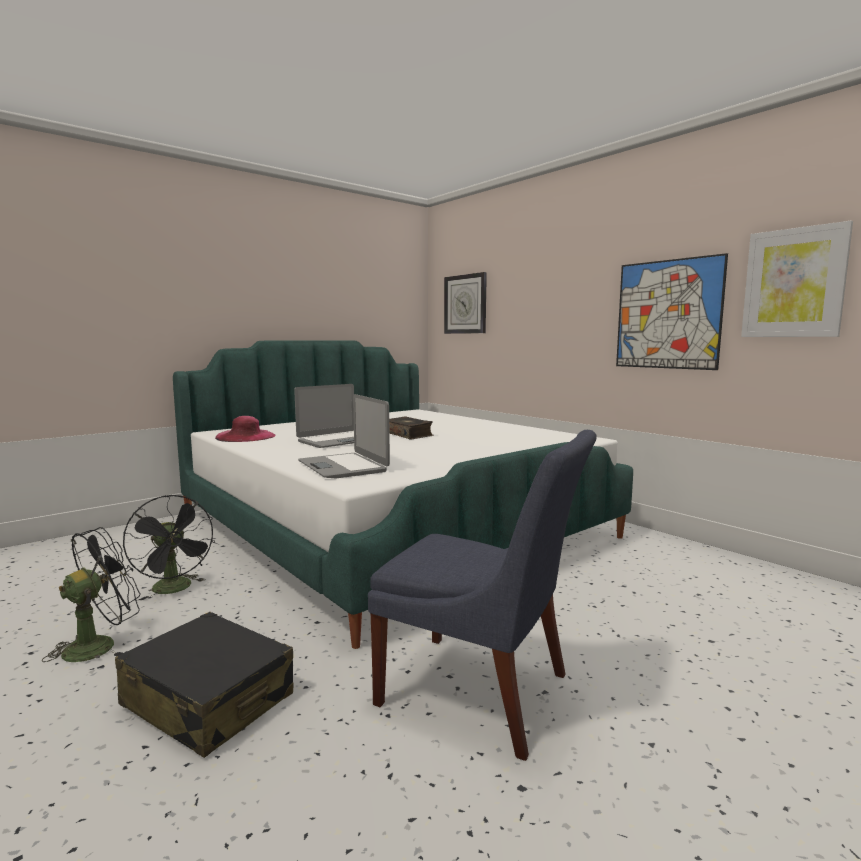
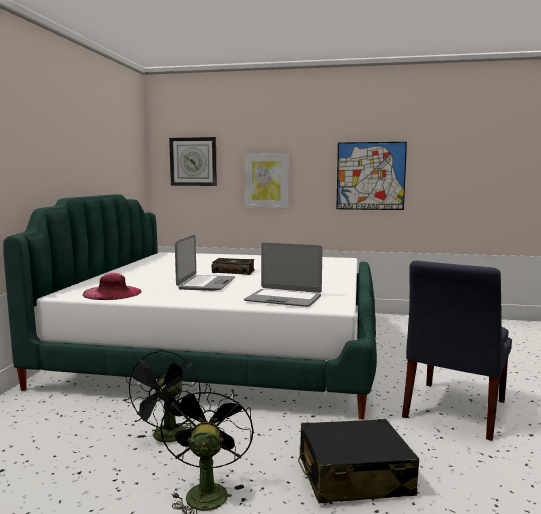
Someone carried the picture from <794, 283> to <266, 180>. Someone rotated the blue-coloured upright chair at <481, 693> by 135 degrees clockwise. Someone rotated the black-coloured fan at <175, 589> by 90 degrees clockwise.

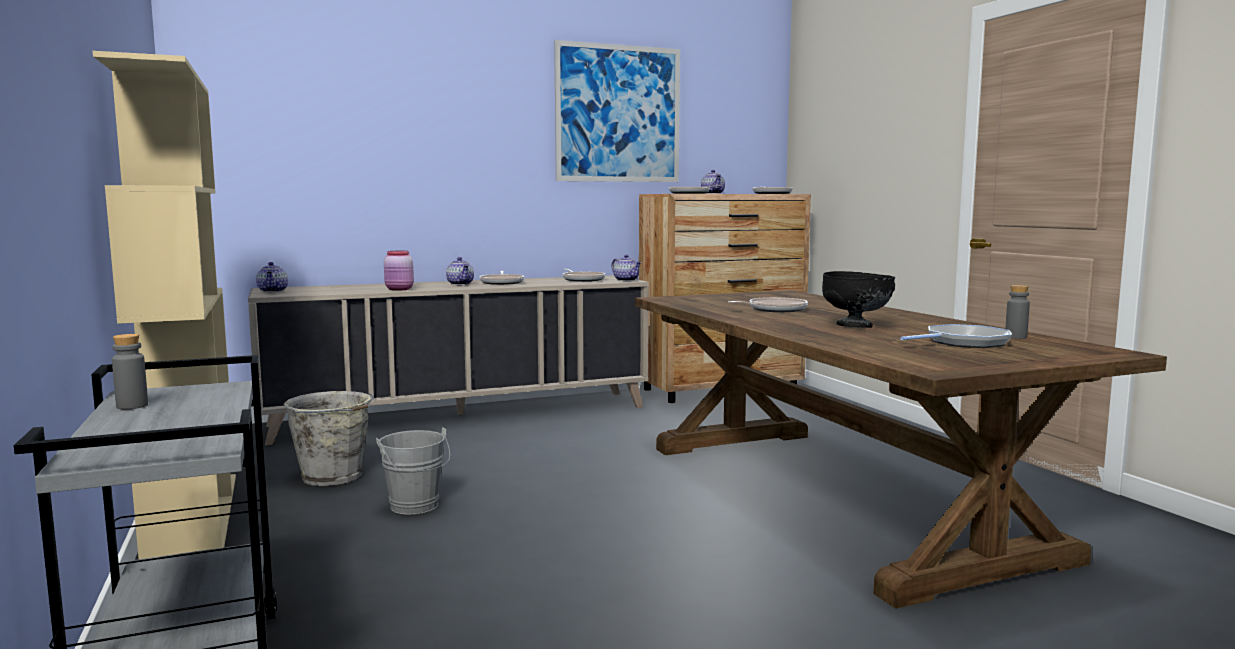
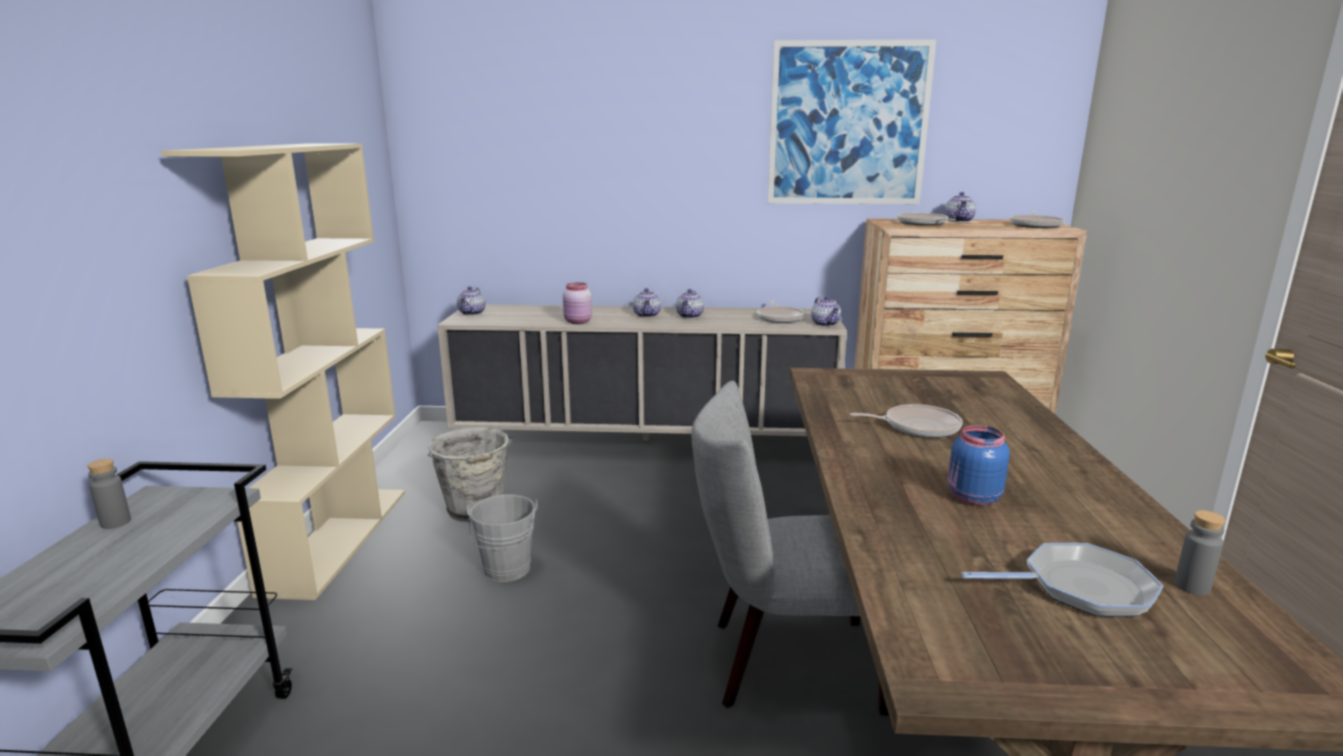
Someone swapped the frying pan at <502, 282> for the pot for tea at <690, 316>. Someone swapped the black-coloured deep dish at <855, 326> for the blue-coloured jar at <972, 498>. Someone put down the gray upright chair at <783, 663>.

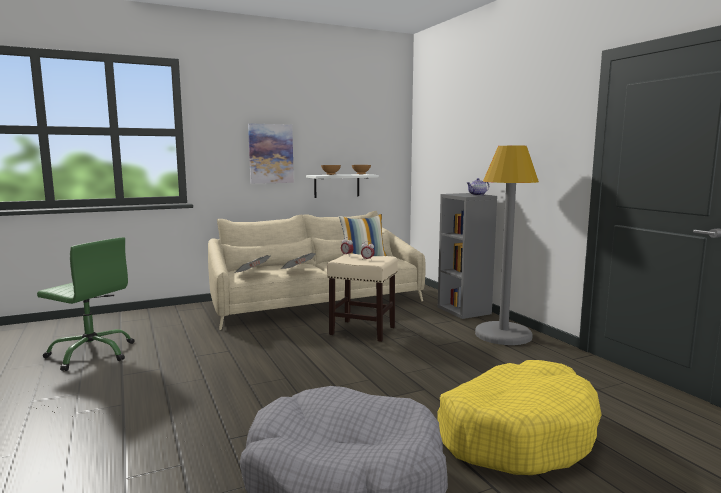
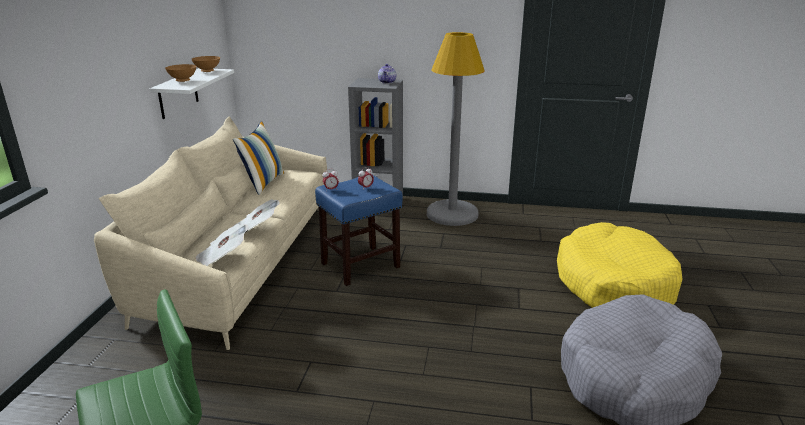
Someone took away the picture at <271, 153>. Someone repainted the beige stool seat at <363, 330>, which became the blue-coloured stool seat at <361, 265>.

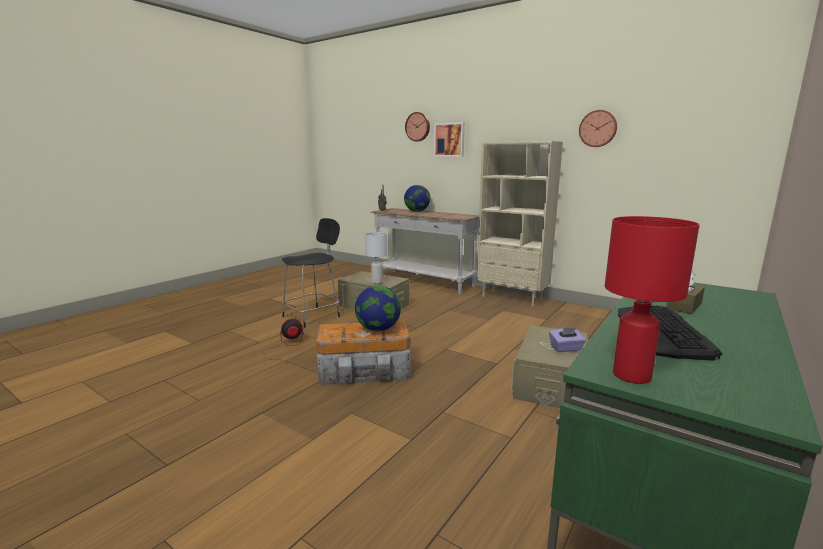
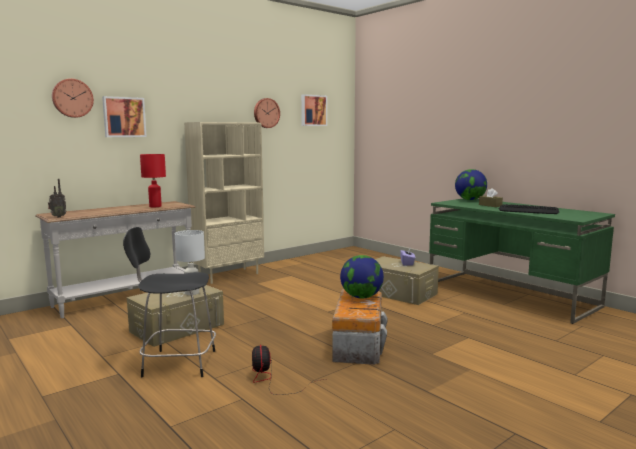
Someone carried the desk globe from <417, 211> to <470, 200>. Someone carried the red-coloured table lamp from <631, 375> to <155, 206>. Someone rotated the black-coloured upright chair at <313, 316> by 60 degrees counterclockwise. Someone put up the picture at <313, 110>.

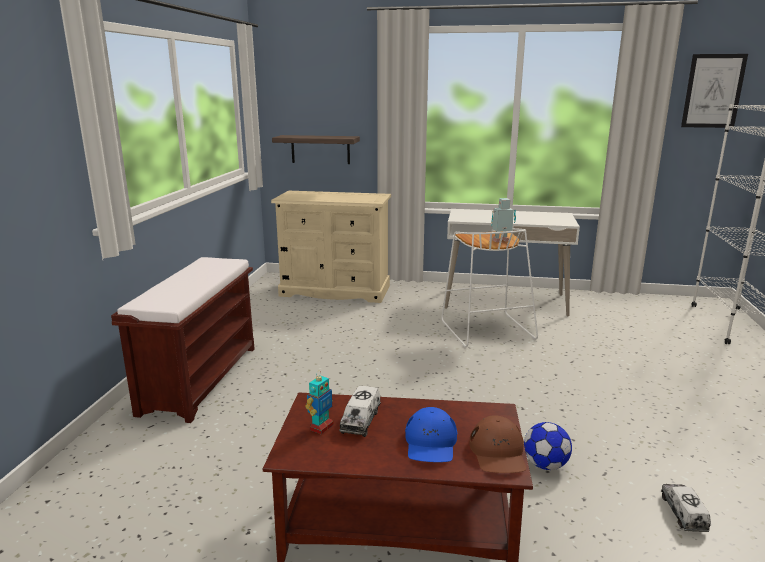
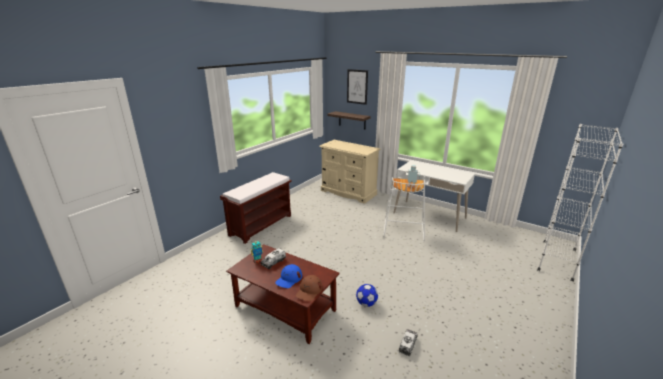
Someone carried the picture from <713, 91> to <357, 86>.

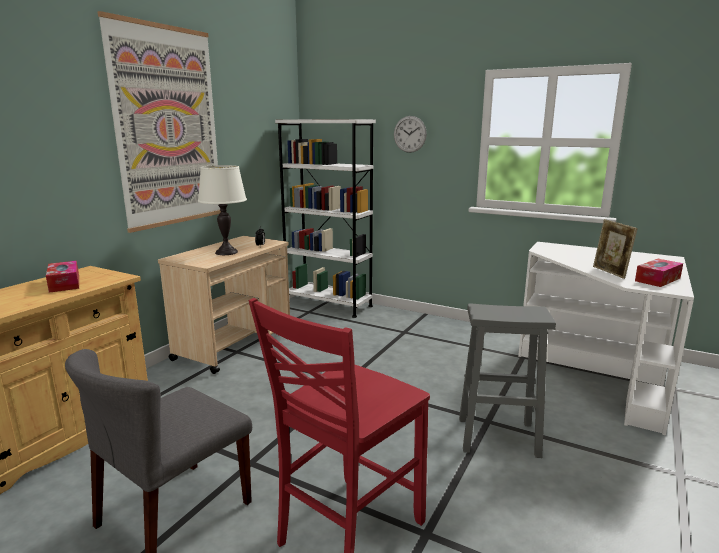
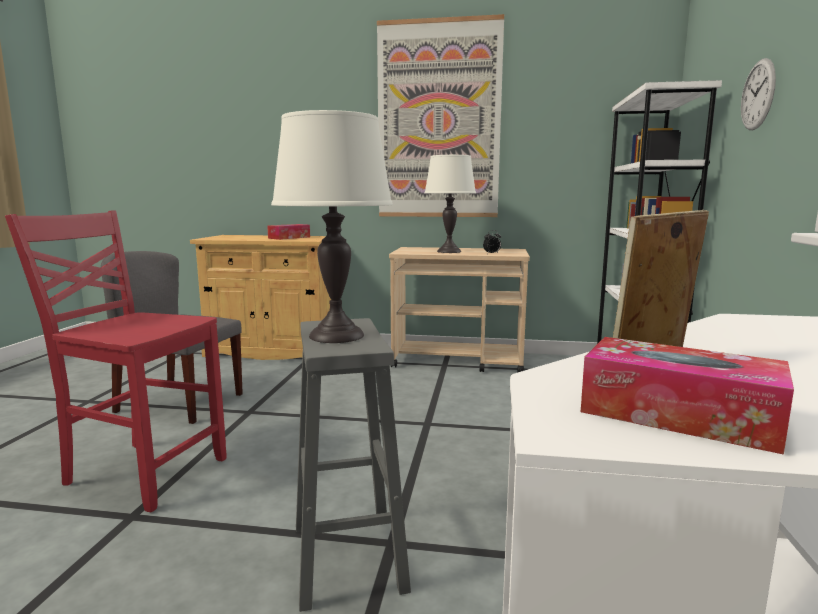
Someone put down the white table lamp at <336, 335>.

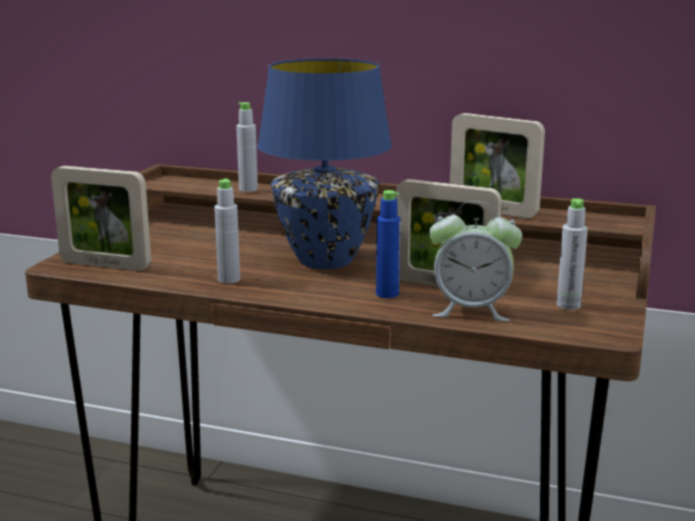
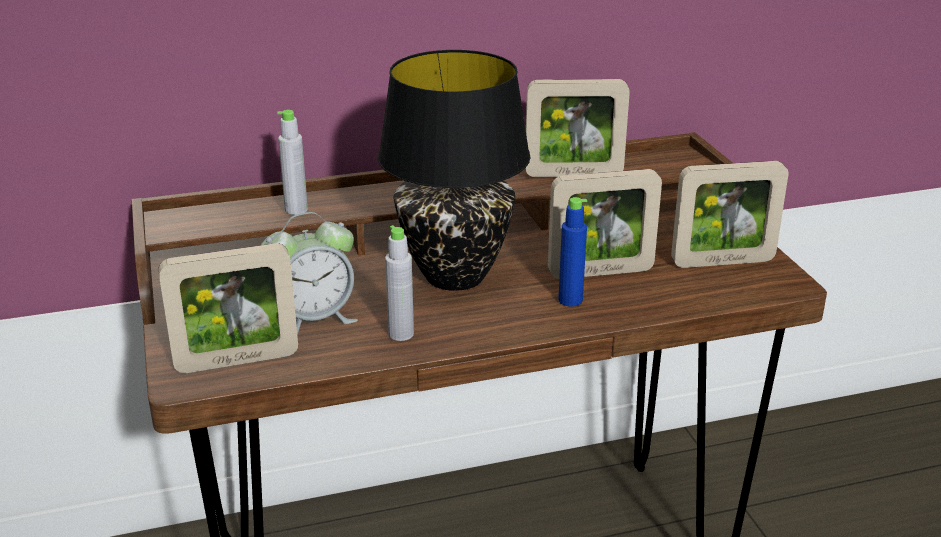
Someone repainted the blue-coloured table lamp at <324, 260>, which became the black-coloured table lamp at <453, 276>. Someone swapped the gray drink bottle at <568, 305> for the photo frame at <722, 262>. Someone carried the alarm clock from <471, 310> to <313, 319>.

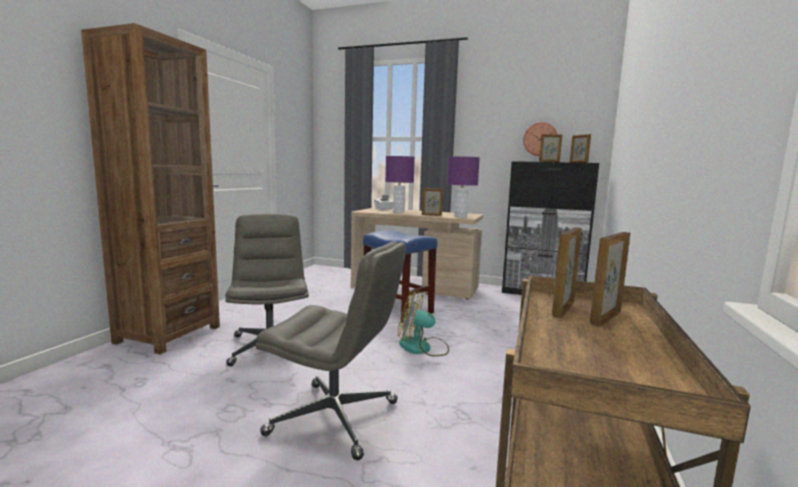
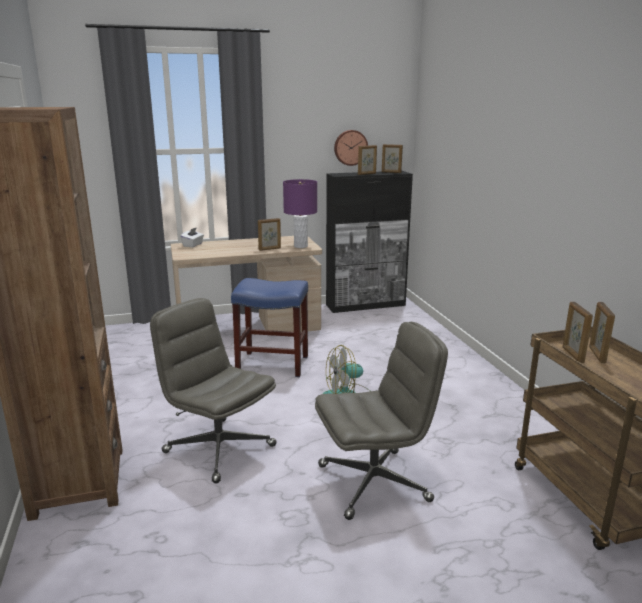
Someone took away the purplish table lamp at <398, 212>.

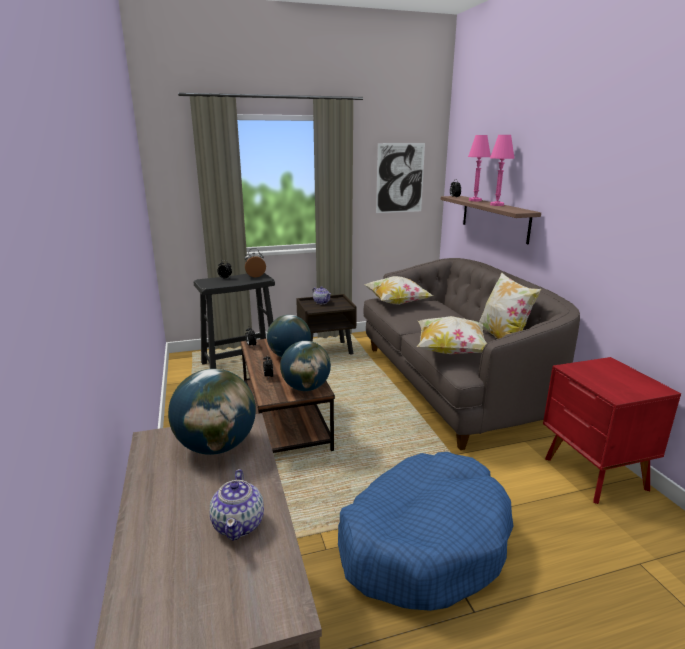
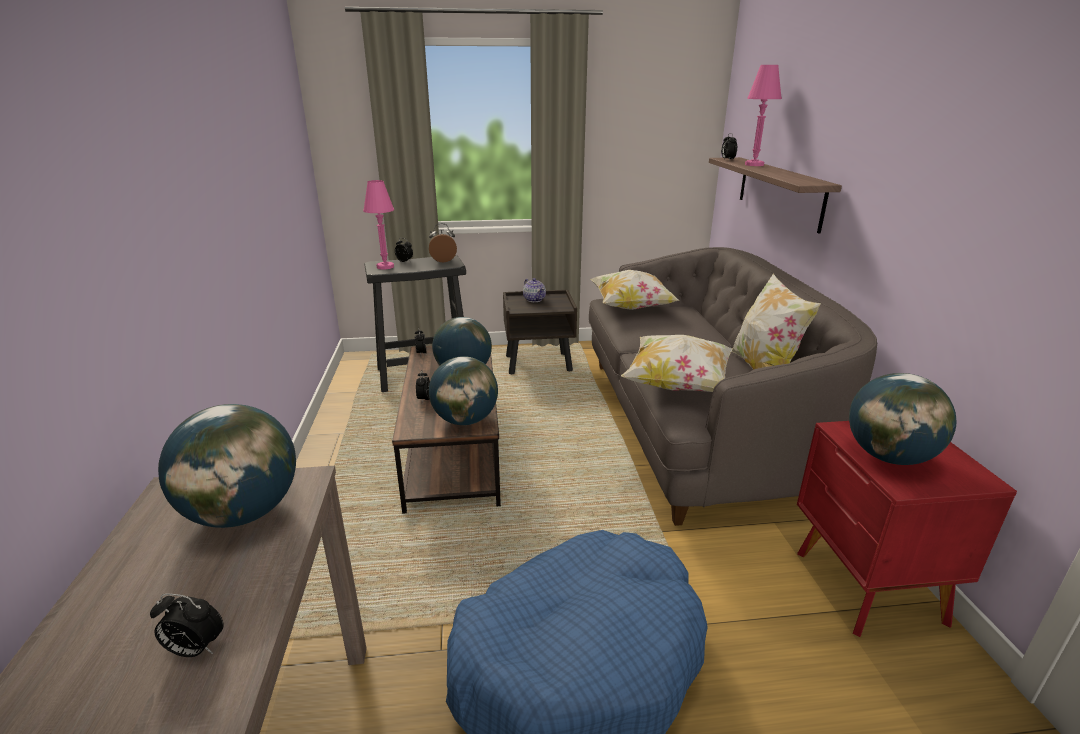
Someone carried the pink-coloured table lamp from <497, 205> to <385, 267>. Someone took away the picture at <400, 178>. Someone swapped the pot for tea at <239, 524> for the alarm clock at <195, 649>. Someone put down the desk globe at <888, 456>.

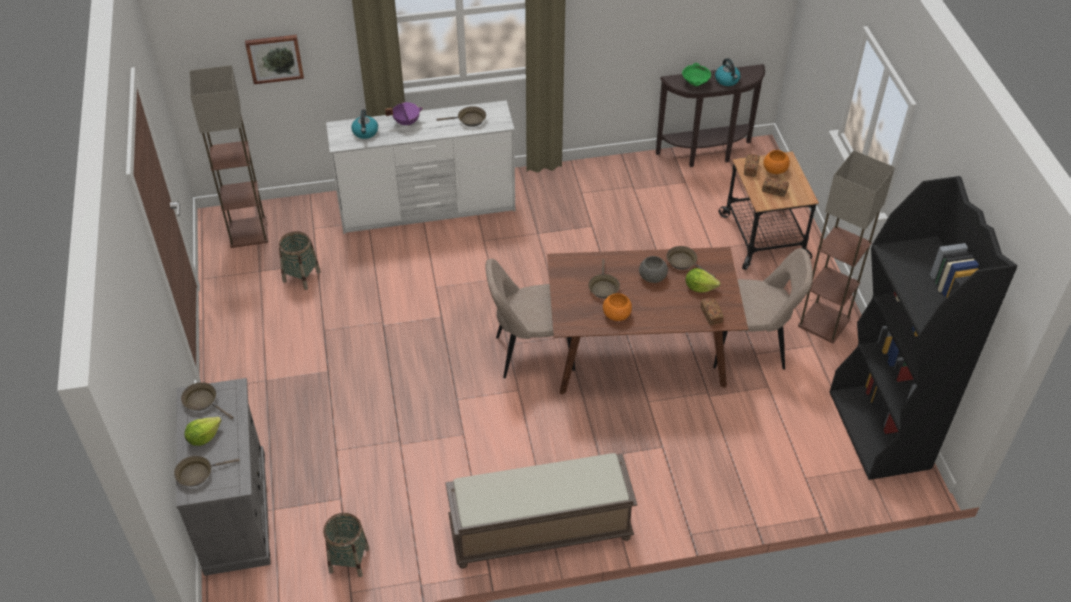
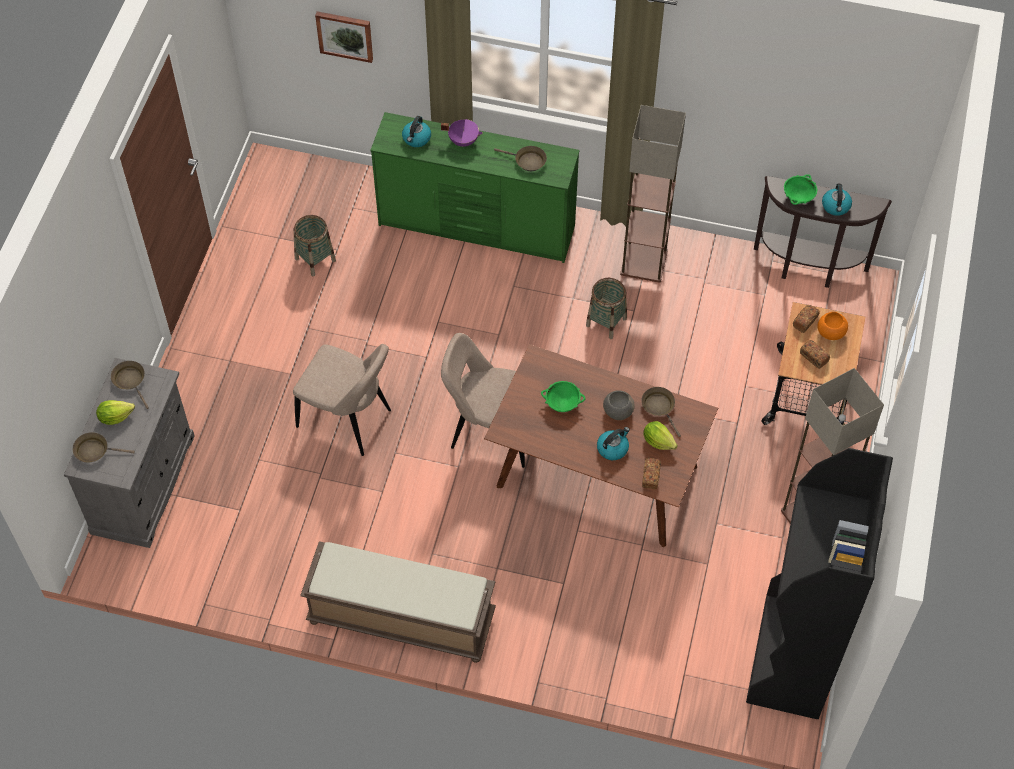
Someone carried the standing lamp from <247, 233> to <643, 263>. Someone repainted the white drawer chest at <428, 208>, which became the green drawer chest at <477, 227>. Someone carried the beige upright chair from <751, 347> to <348, 420>. Someone swapped the brown frying pan at <603, 287> for the green deep dish at <562, 403>. Someone took away the orangey deep dish at <617, 315>. Someone carried the storage basket from <349, 560> to <606, 322>. Someone put down the kettle at <613, 448>.

